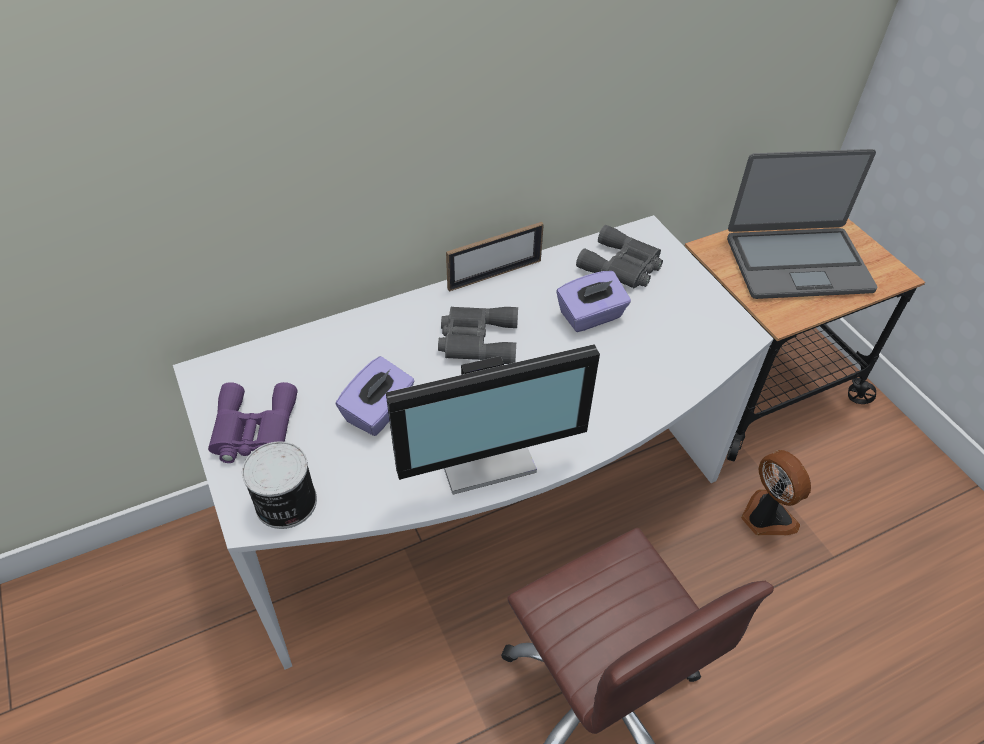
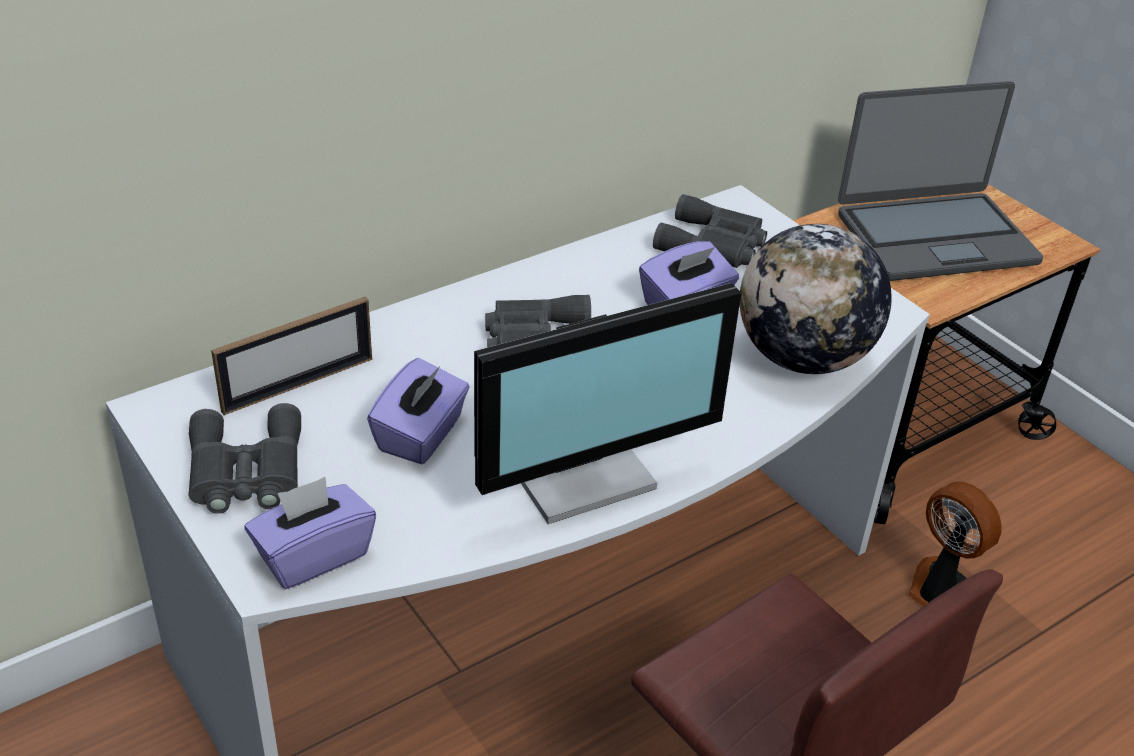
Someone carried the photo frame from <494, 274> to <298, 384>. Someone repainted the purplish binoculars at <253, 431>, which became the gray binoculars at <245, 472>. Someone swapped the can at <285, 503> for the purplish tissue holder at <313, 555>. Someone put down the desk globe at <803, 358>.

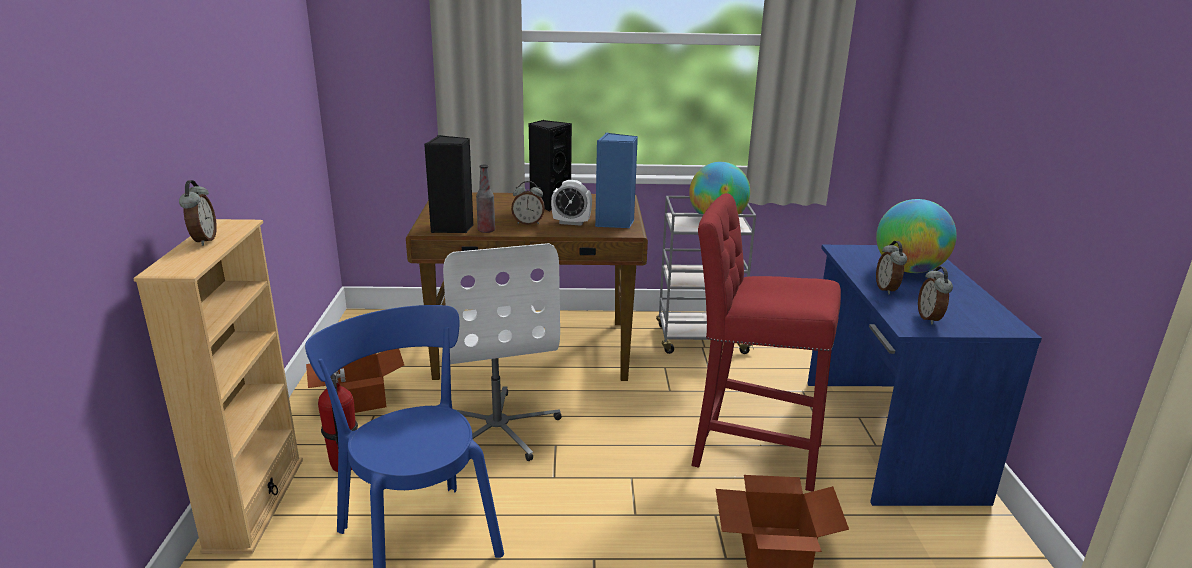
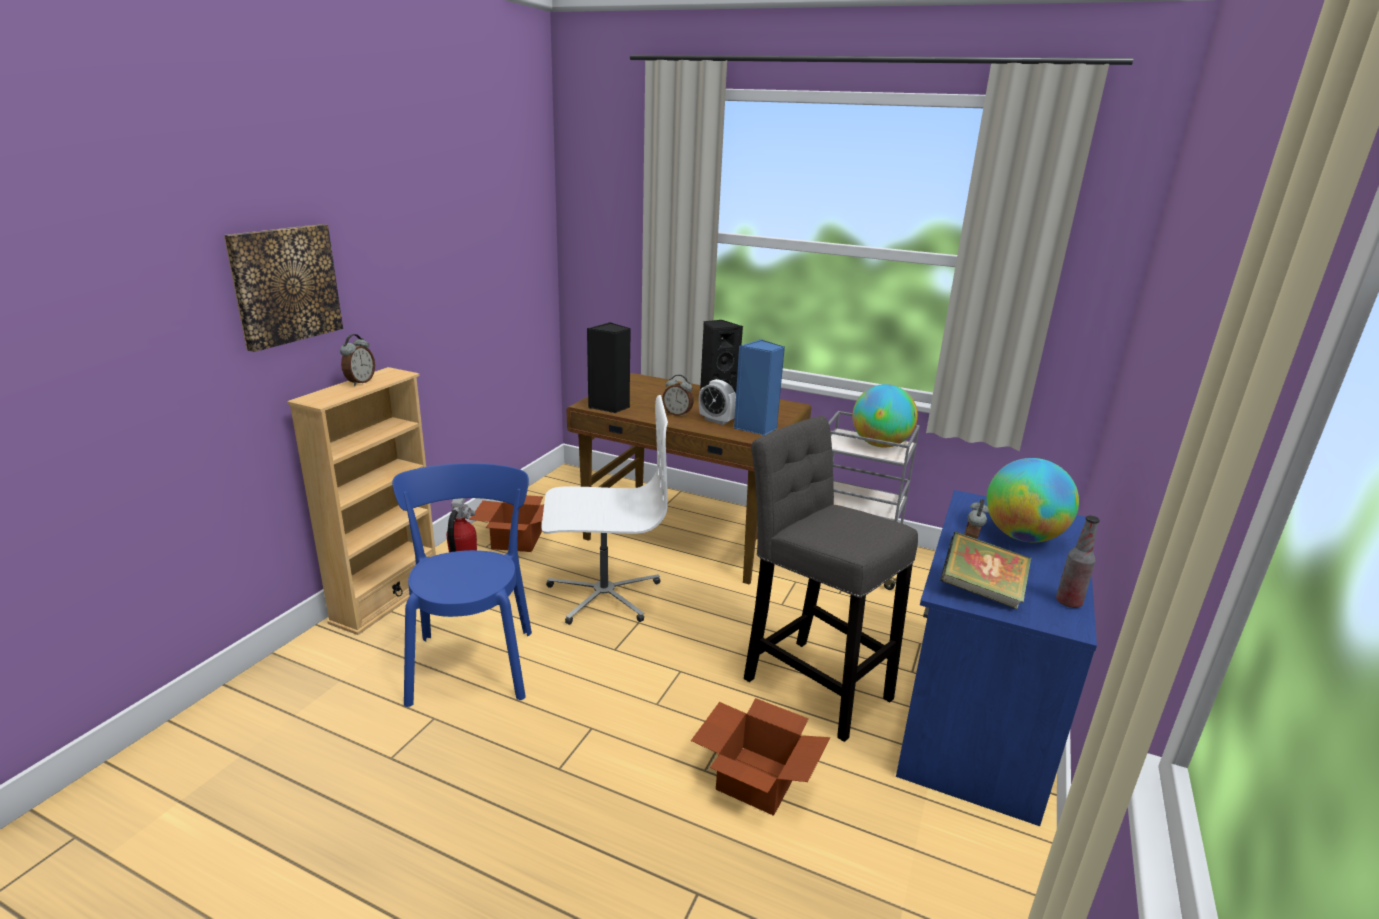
Someone carried the drink bottle from <486, 231> to <1068, 602>. Someone repainted the red-coloured stool seat at <749, 451>, which became the gray stool seat at <812, 683>. Someone rotated the white desk chair at <498, 428> by 105 degrees counterclockwise. Someone swapped the alarm clock at <930, 318> for the bound book at <981, 591>. Someone put up the picture at <285, 285>.

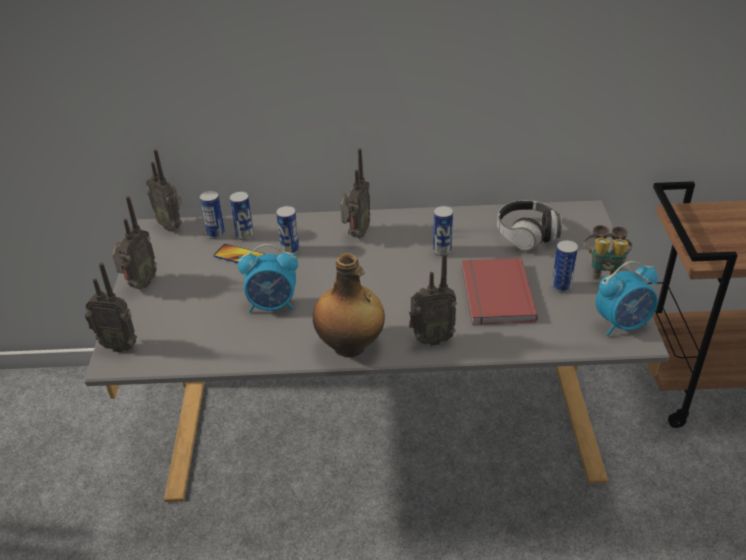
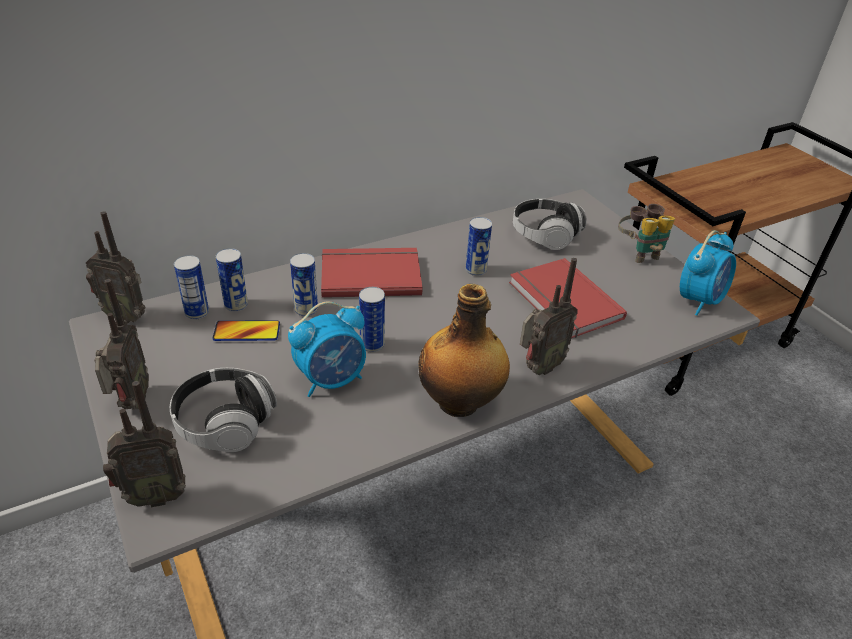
Someone swapped the radio set at <356, 234> for the red-coloured bound book at <370, 274>. Someone carried the can from <561, 287> to <372, 344>. Someone put down the headset at <225, 423>.

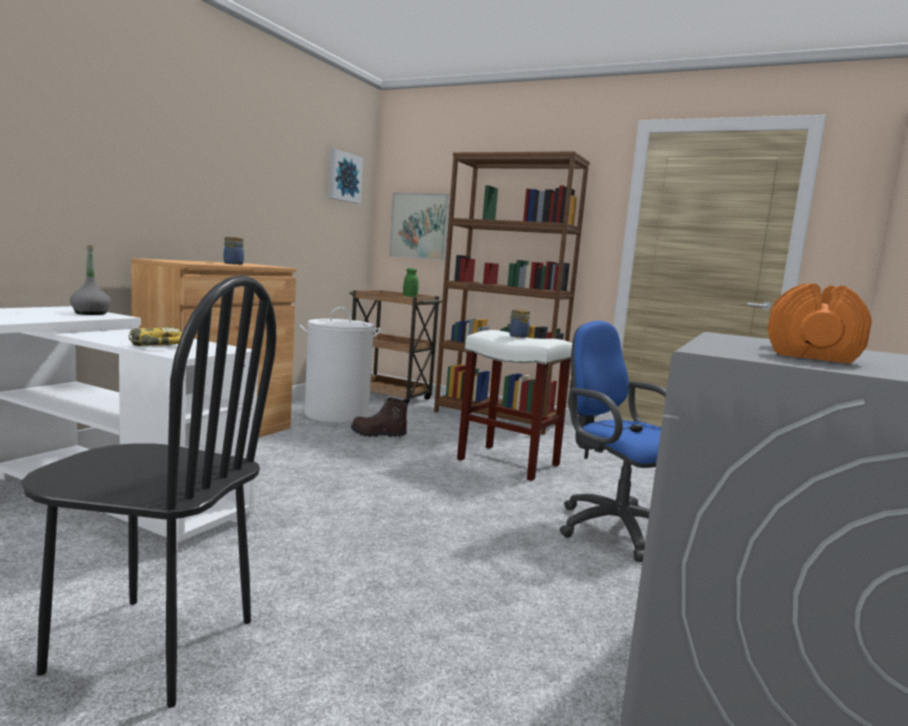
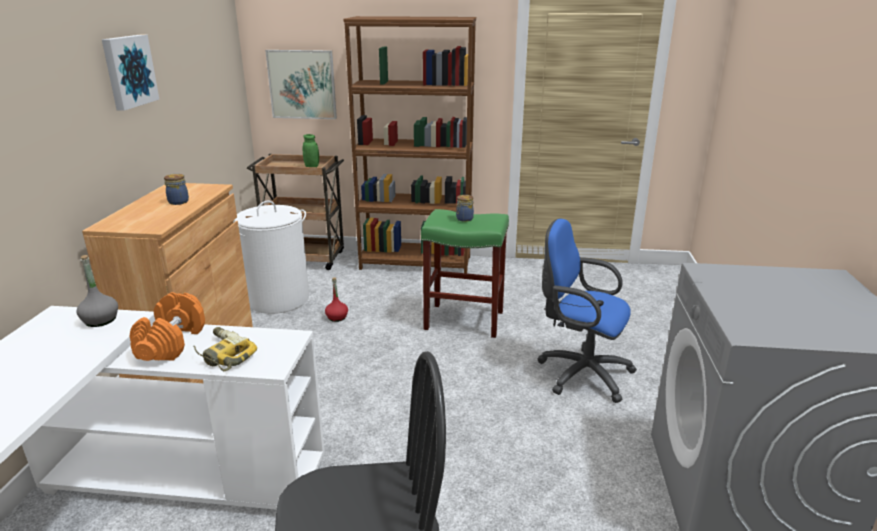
Someone carried the picture from <343, 177> to <128, 71>. Someone carried the orangey free weight from <809, 353> to <171, 342>. Someone repainted the white stool seat at <510, 462>, which became the green stool seat at <465, 320>. Someone swapped the brown high-top boot at <378, 435> for the red-coloured drink bottle at <337, 317>.

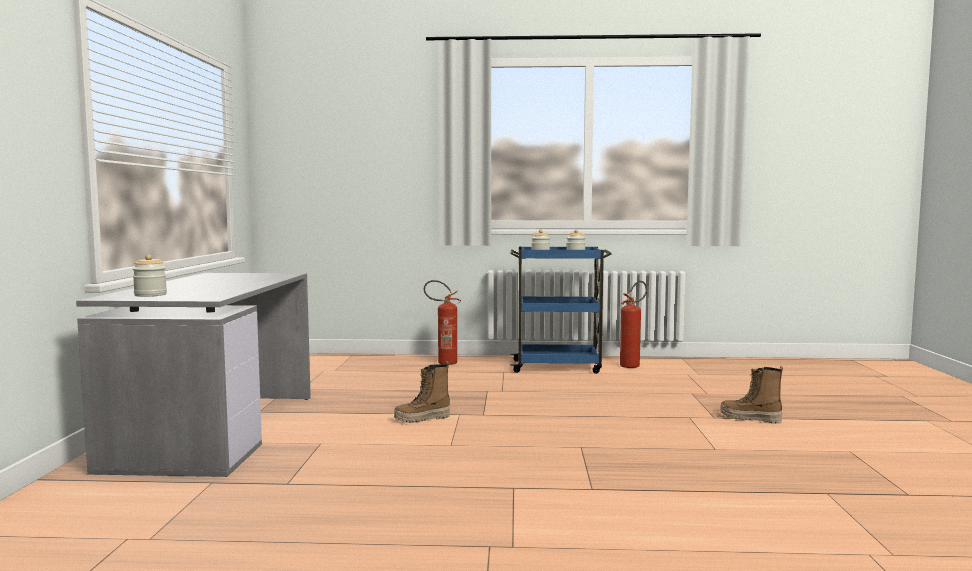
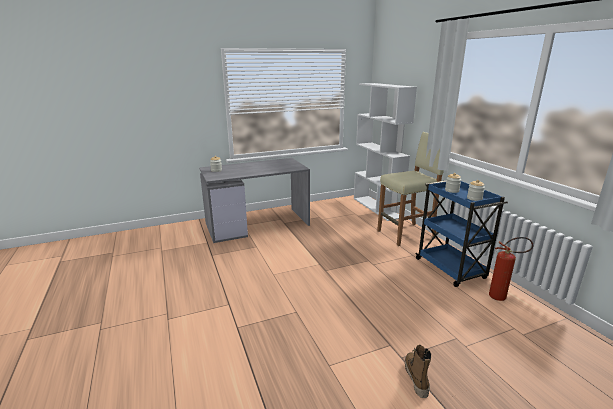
Someone swapped the fire extinguisher at <442, 363> for the beige stool seat at <407, 234>. Someone took away the high-top boot at <422, 419>. Someone put down the white shelving unit at <377, 208>.

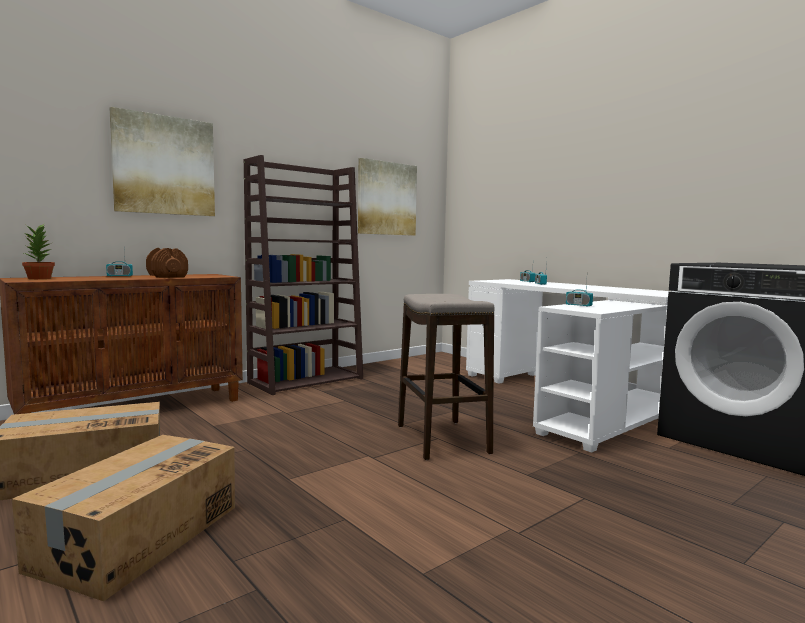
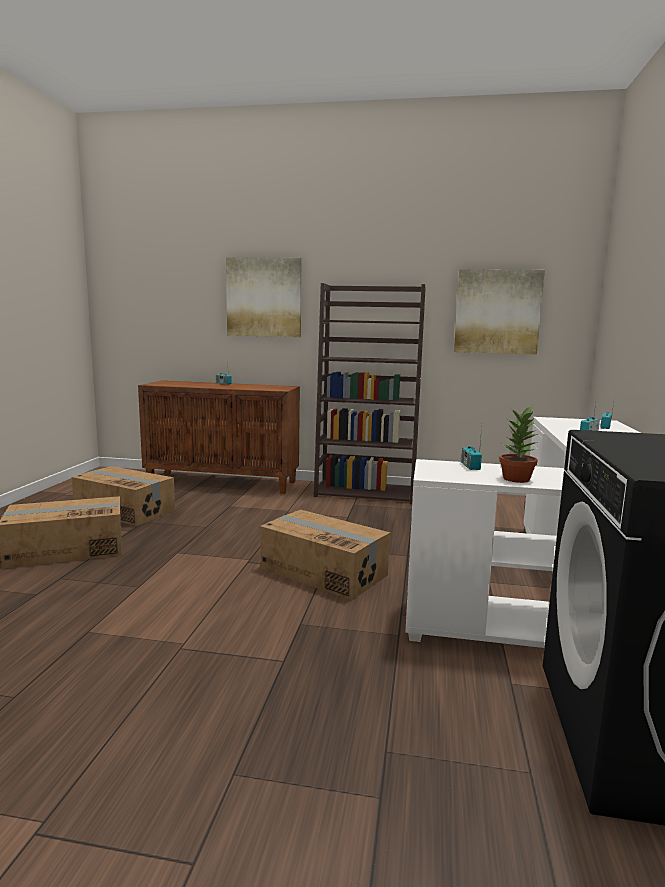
Someone carried the plant in a pot from <40, 278> to <517, 479>. Someone took away the brown free weight at <167, 276>. Someone swapped the stool seat at <442, 439> for the cardboard box at <324, 571>.

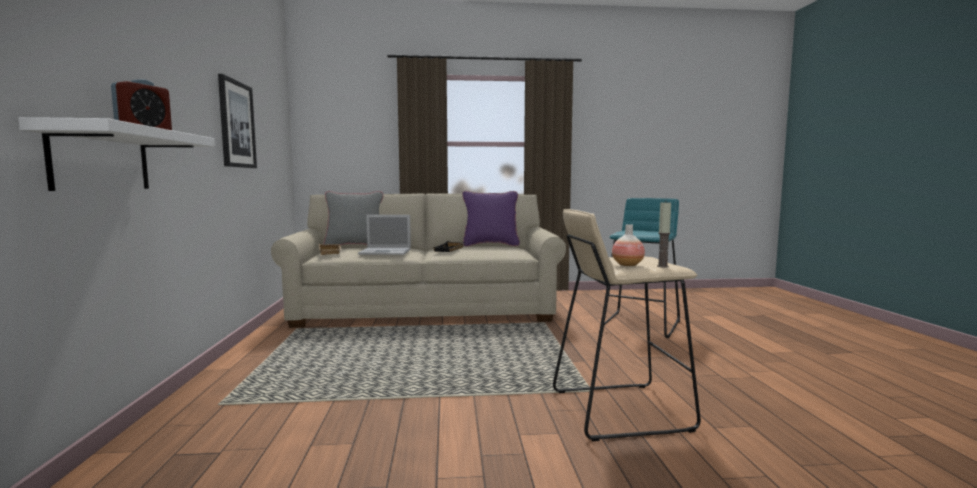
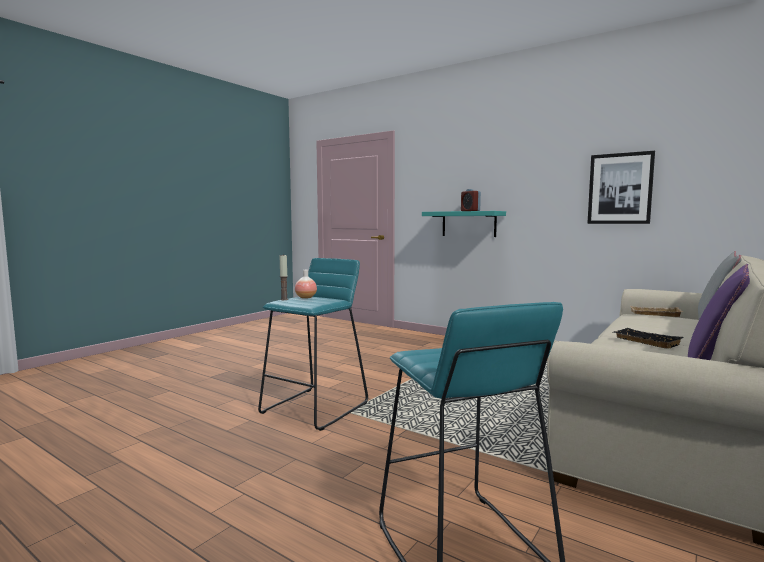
Someone repainted the white bracket shelf at <101, 159>, which became the blue-green bracket shelf at <468, 224>. Someone repainted the beige stool seat at <618, 409>, which became the blue-green stool seat at <315, 408>. Someone took away the portable computer at <386, 252>.

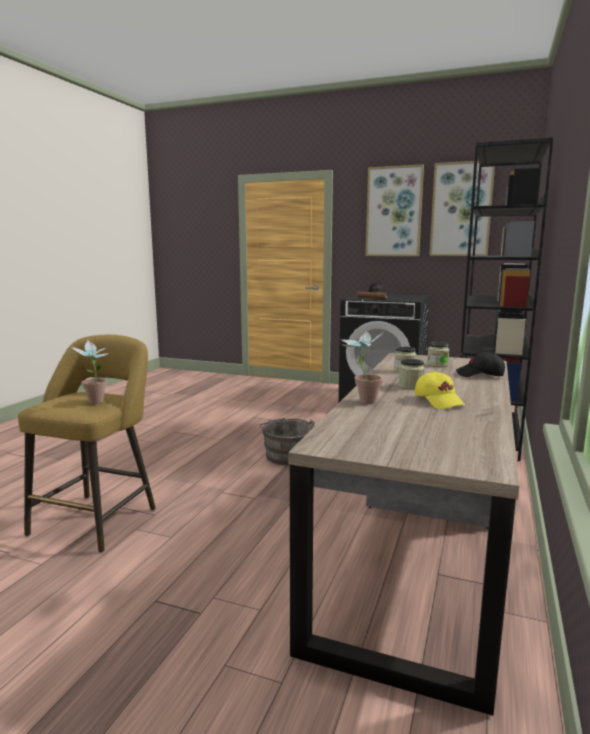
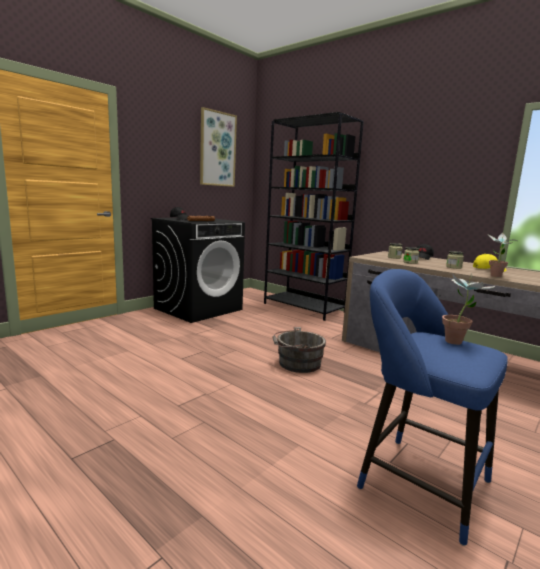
Someone took away the picture at <394, 212>. Someone repainted the yellow stool seat at <98, 518>, which became the blue-coloured stool seat at <416, 481>.

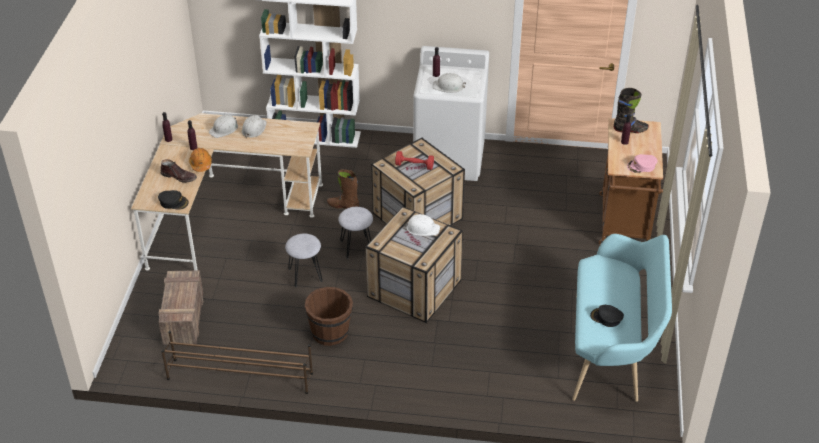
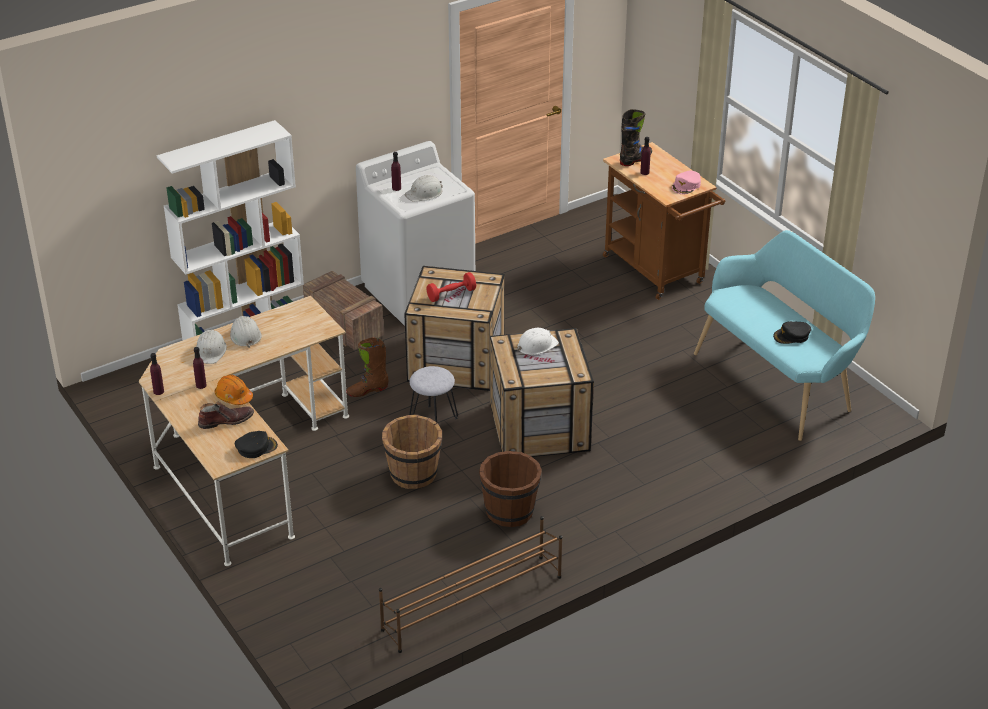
Someone swapped the gray stool seat at <305, 275> for the brown bucket at <413, 474>. Someone carried the crate from <183, 317> to <343, 325>.

